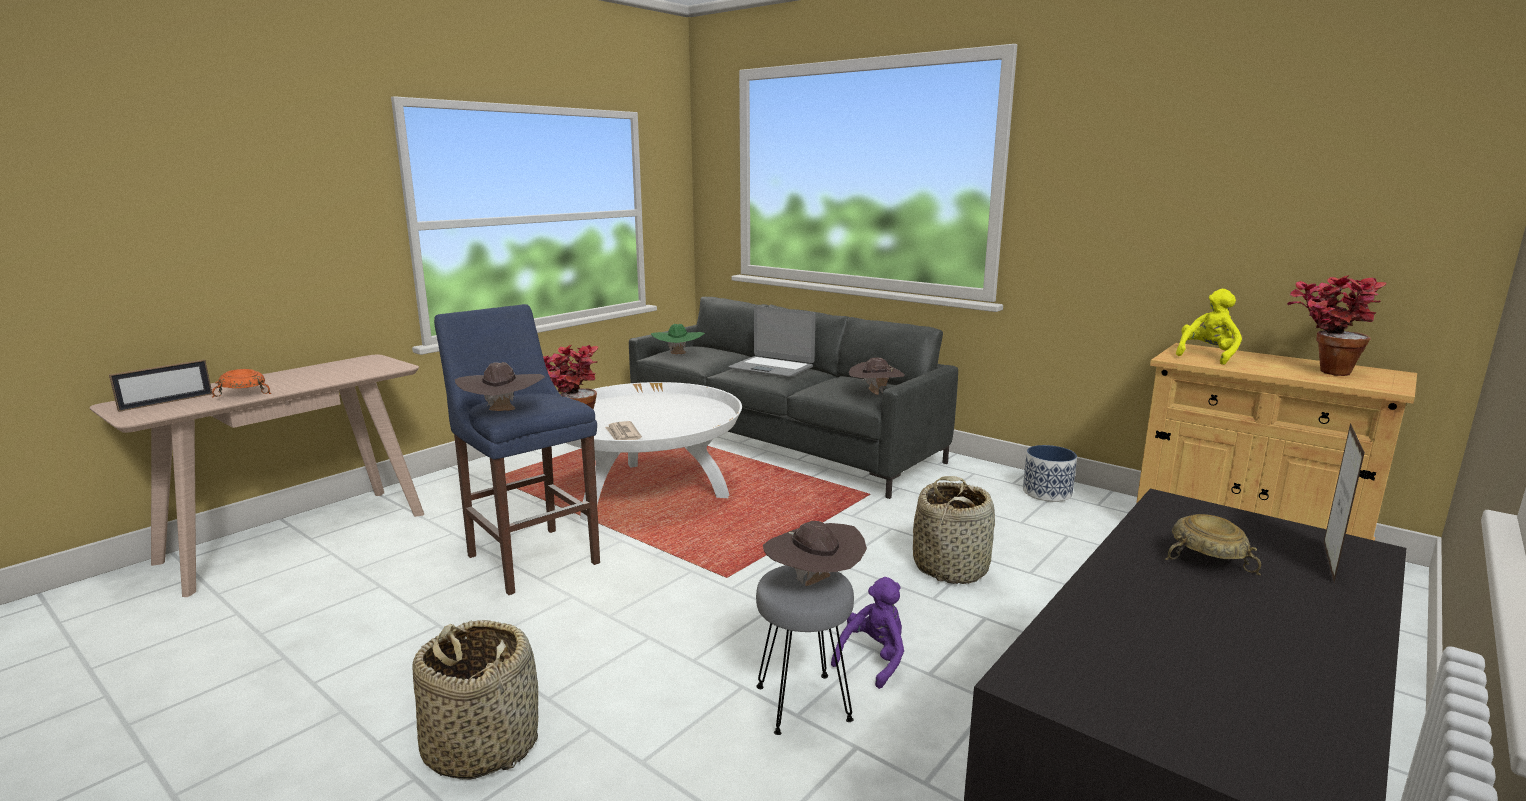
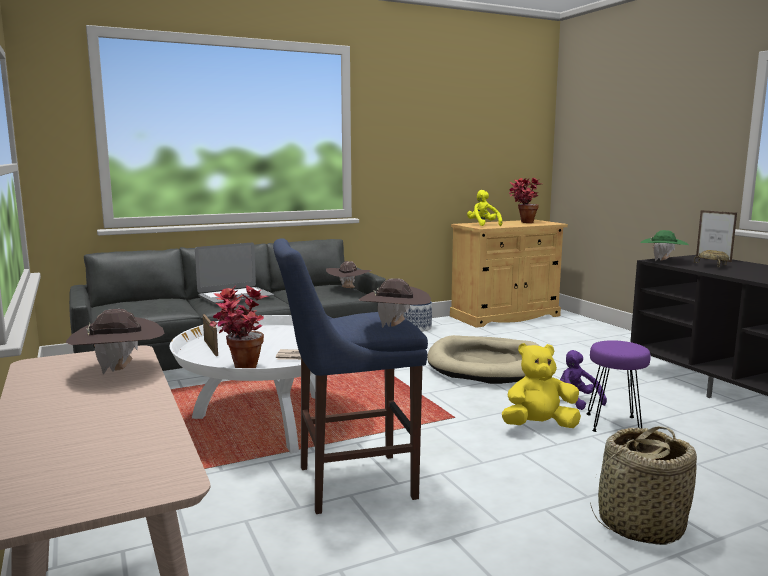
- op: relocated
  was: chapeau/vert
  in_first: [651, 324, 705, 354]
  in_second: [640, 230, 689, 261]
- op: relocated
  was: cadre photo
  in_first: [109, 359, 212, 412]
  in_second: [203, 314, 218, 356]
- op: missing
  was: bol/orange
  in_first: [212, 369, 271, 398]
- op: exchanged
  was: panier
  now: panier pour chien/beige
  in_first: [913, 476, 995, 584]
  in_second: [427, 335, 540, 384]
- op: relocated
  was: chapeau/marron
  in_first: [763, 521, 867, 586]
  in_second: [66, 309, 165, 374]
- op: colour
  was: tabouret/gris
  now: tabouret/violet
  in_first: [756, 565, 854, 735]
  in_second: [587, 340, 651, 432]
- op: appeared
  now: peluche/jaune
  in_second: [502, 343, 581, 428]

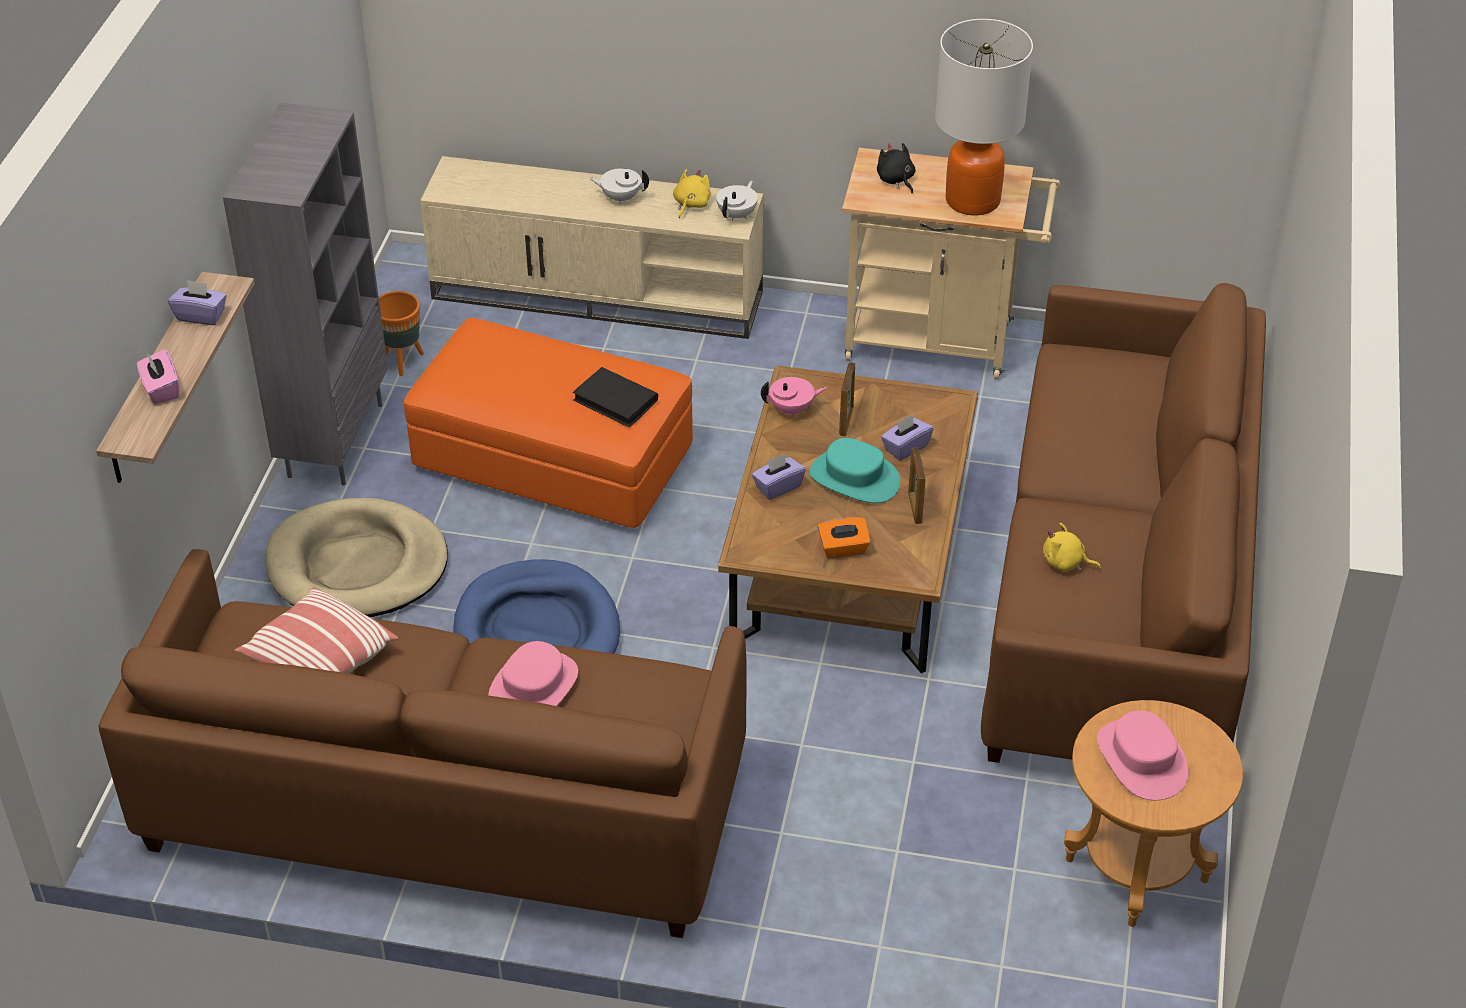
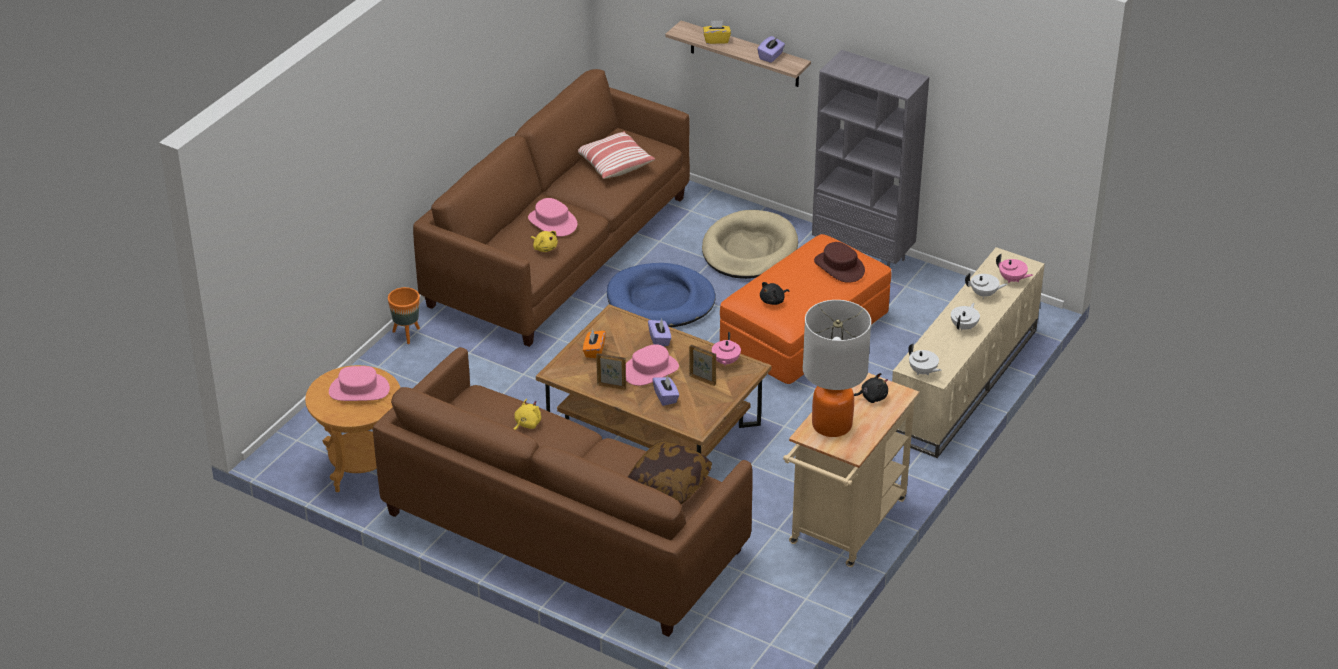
- op: relocated
  was: peluche/jaune
  in_first: [673, 169, 711, 218]
  in_second: [530, 231, 558, 252]
- op: relocated
  was: cache-pot/orange
  in_first: [379, 291, 424, 376]
  in_second: [388, 287, 420, 344]
- op: colour
  was: boîte à mouchoirs/rose
  now: boîte à mouchoirs/jaune
  in_first: [137, 349, 179, 404]
  in_second: [703, 21, 731, 44]
- op: exchanged
  was: livre/noir
  now: peluche/noir
  in_first: [573, 367, 658, 427]
  in_second: [760, 282, 789, 305]
- op: colour
  was: chapeau/turquoise
  now: chapeau/rose
  in_first: [810, 438, 900, 503]
  in_second: [626, 344, 679, 386]
- op: appeared
  now: chapeau/marron
  in_second: [814, 242, 865, 283]
- op: appeared
  now: théière/rose
  in_second: [996, 254, 1033, 283]
- op: appeared
  now: théière/blanc
  in_second: [965, 272, 1008, 299]
- op: appeared
  now: coussin
  in_second: [628, 442, 712, 504]

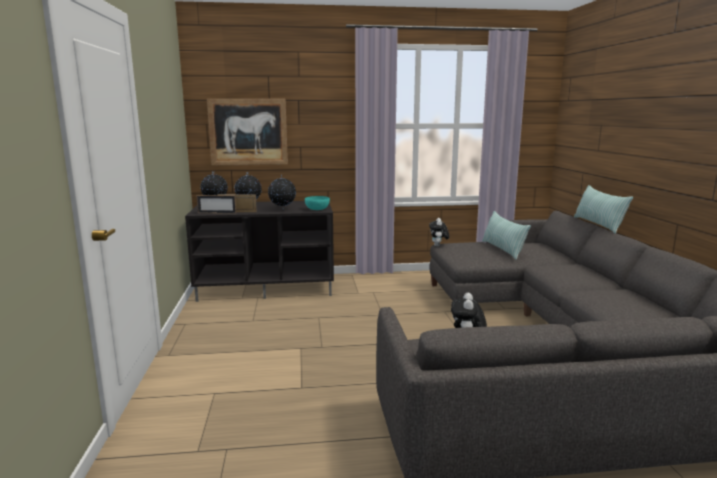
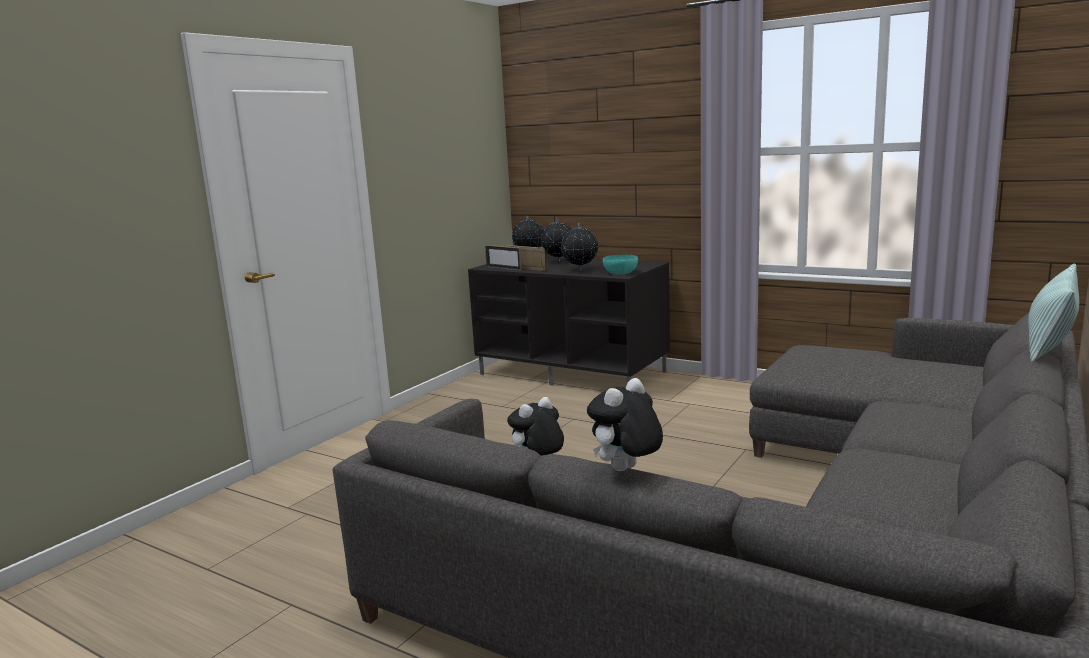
- op: missing
  was: tableau
  in_first: [207, 99, 288, 165]
- op: missing
  was: coussin
  in_first: [482, 211, 531, 260]
- op: relocated
  was: peluche
  in_first: [429, 218, 449, 247]
  in_second: [587, 378, 663, 471]

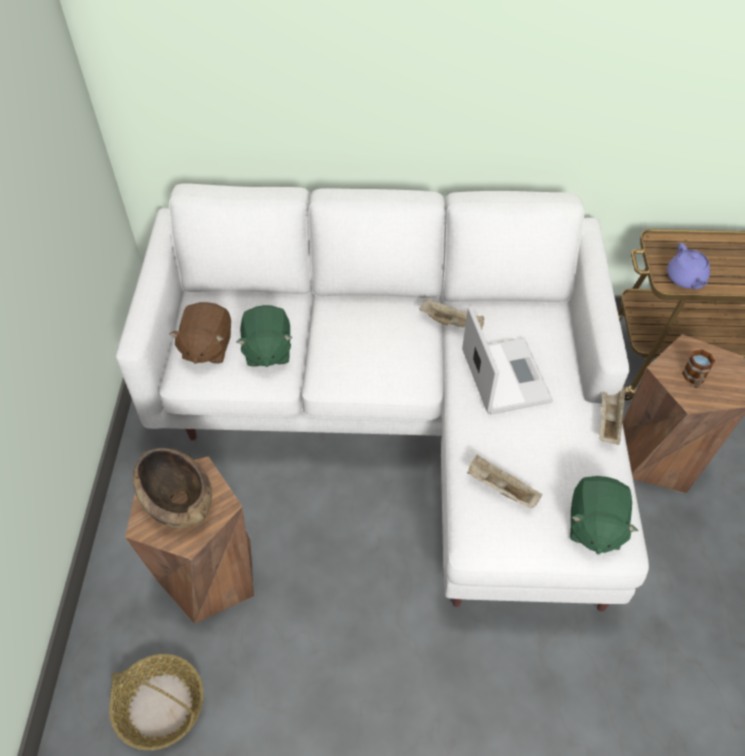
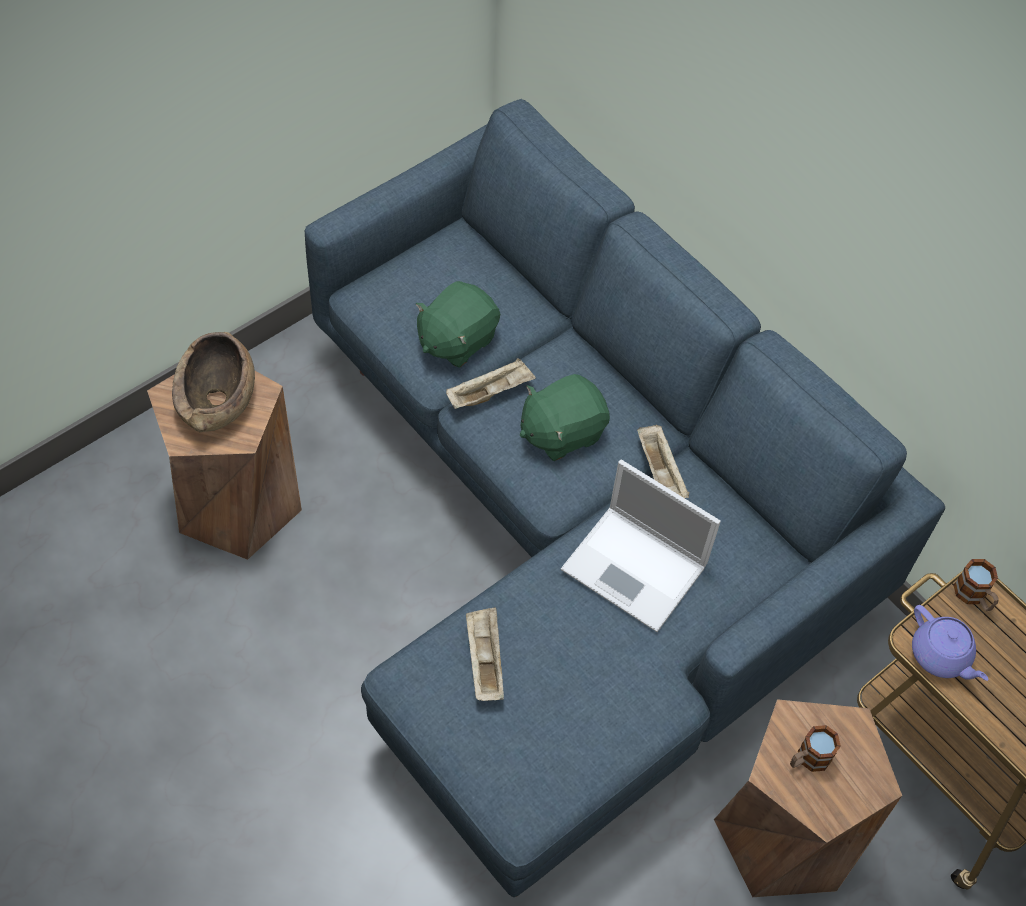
- op: colour
  was: canapé/blanc
  now: canapé/bleu
  in_first: [115, 183, 649, 612]
  in_second: [305, 99, 945, 897]
- op: spun
  was: théière/violet
  in_first: [667, 243, 710, 289]
  in_second: [912, 605, 988, 681]
  clockwise: -75
- op: missing
  was: peluche/marron
  in_first: [170, 302, 231, 364]
- op: spun
  was: ordinateur portable
  in_first: [462, 306, 553, 414]
  in_second: [561, 460, 721, 632]
  clockwise: 90
- op: relocated
  was: plateau/beige
  in_first: [599, 387, 626, 445]
  in_second: [446, 358, 536, 409]
- op: relocated
  was: peluche/vert
  in_first: [570, 476, 638, 554]
  in_second: [520, 374, 610, 461]
- op: missing
  was: panier
  in_first: [109, 654, 203, 750]
- op: appeared
  now: mug
  in_second: [954, 559, 999, 611]

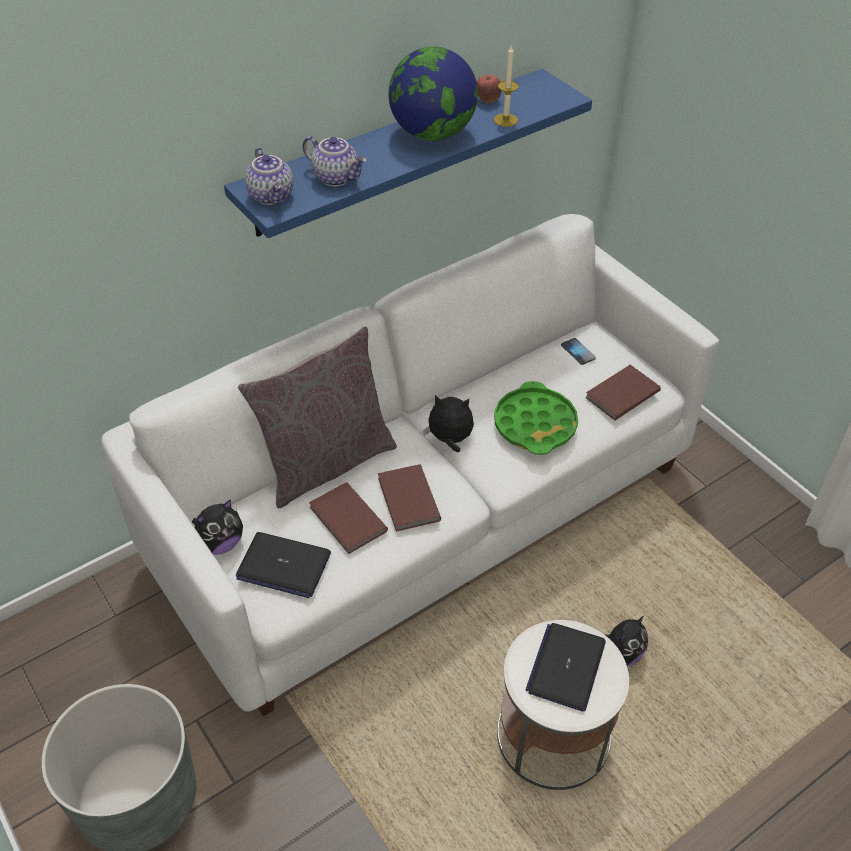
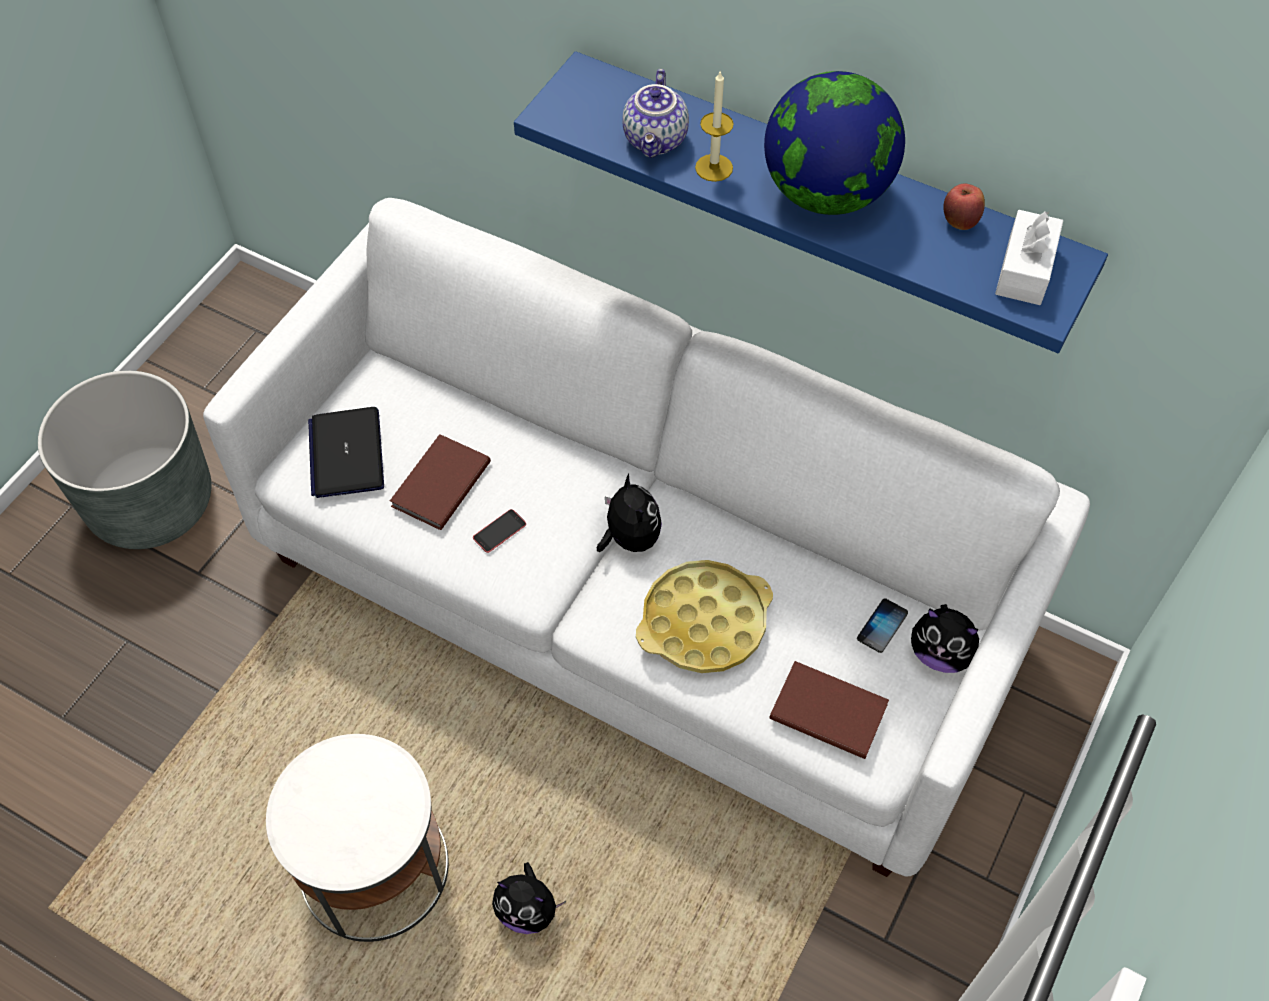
- op: relocated
  was: bougie
  in_first: [494, 46, 519, 127]
  in_second: [695, 72, 734, 182]
- op: missing
  was: théière
  in_first: [245, 147, 294, 205]
- op: missing
  was: coussin/gris
  in_first: [238, 326, 397, 508]
- op: colour
  was: plateau/vert
  now: plateau/jaune
  in_first: [494, 381, 578, 455]
  in_second: [636, 560, 773, 673]
- op: exchanged
  was: livre/marron
  now: téléphone
  in_first: [378, 464, 441, 532]
  in_second: [473, 509, 526, 553]
- op: relocated
  was: peluche
  in_first: [192, 499, 243, 555]
  in_second: [911, 604, 979, 673]
- op: missing
  was: ordinateur portable
  in_first: [526, 623, 606, 712]
- op: appeared
  now: boîte à mouchoirs/blanc
  in_second: [995, 210, 1063, 305]

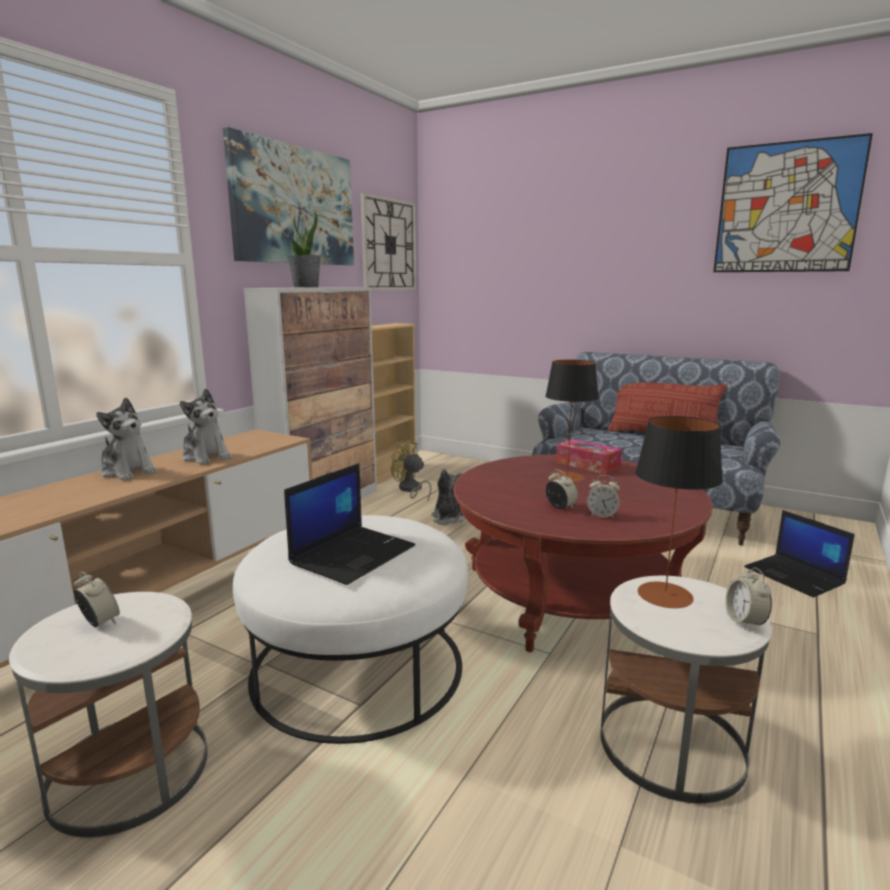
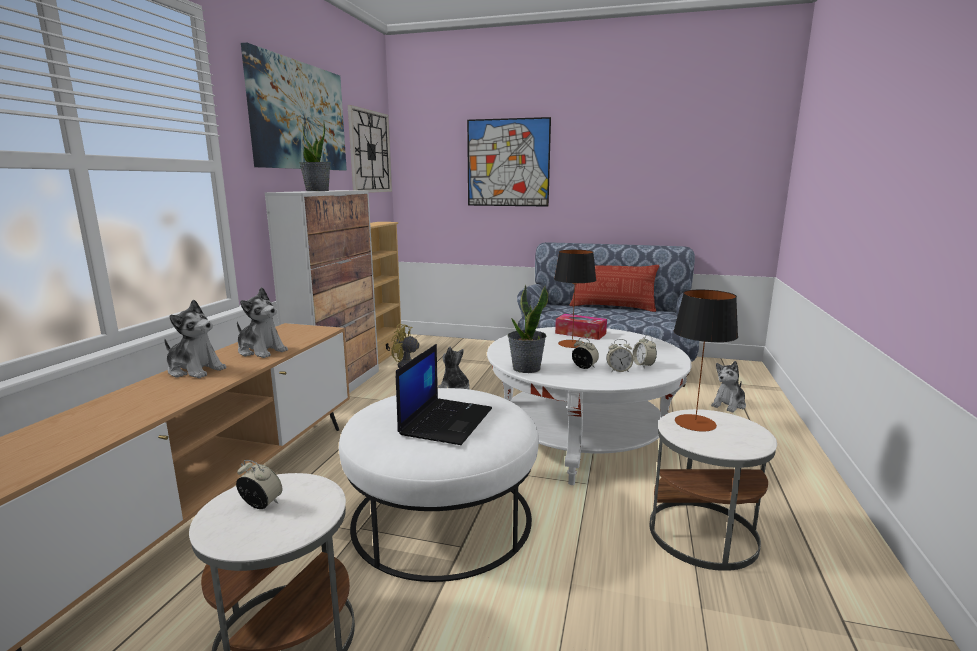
- op: relocated
  was: tableau
  in_first: [713, 133, 873, 272]
  in_second: [467, 117, 551, 207]
- op: colour
  was: table basse/rouge
  now: table basse/blanc
  in_first: [454, 455, 713, 652]
  in_second: [487, 327, 692, 485]
- op: exchanged
  was: ordinateur portable
  now: peluche
  in_first: [744, 510, 855, 597]
  in_second: [711, 361, 746, 413]
- op: relocated
  was: réveil
  in_first: [725, 567, 772, 630]
  in_second: [633, 335, 657, 368]
- op: appeared
  now: plante en pot
  in_second: [508, 285, 548, 373]

